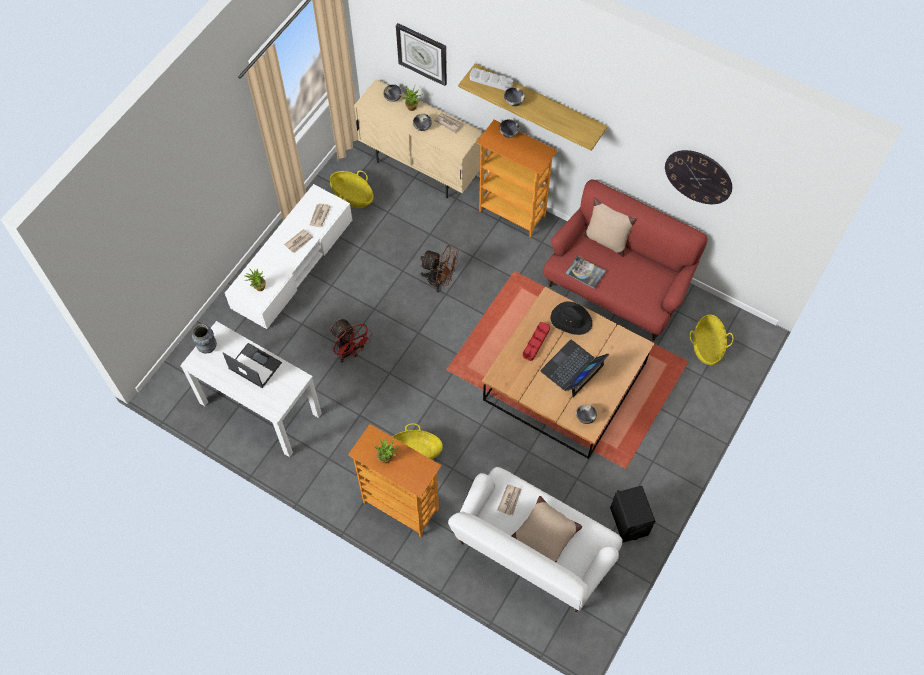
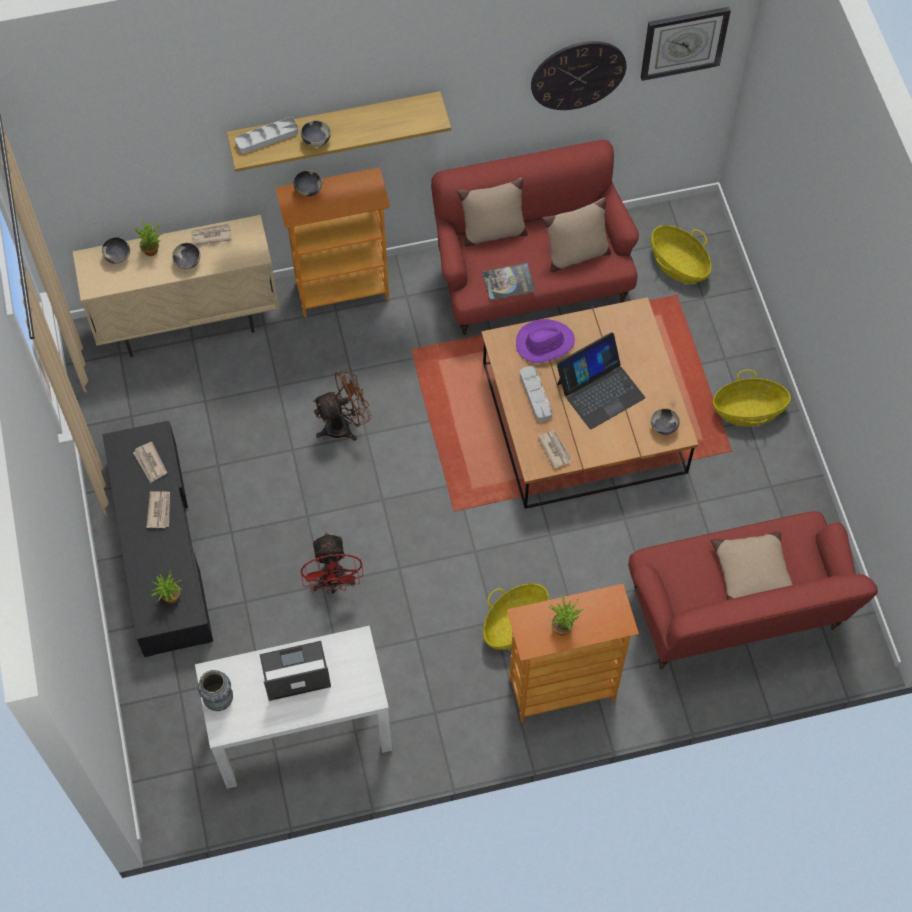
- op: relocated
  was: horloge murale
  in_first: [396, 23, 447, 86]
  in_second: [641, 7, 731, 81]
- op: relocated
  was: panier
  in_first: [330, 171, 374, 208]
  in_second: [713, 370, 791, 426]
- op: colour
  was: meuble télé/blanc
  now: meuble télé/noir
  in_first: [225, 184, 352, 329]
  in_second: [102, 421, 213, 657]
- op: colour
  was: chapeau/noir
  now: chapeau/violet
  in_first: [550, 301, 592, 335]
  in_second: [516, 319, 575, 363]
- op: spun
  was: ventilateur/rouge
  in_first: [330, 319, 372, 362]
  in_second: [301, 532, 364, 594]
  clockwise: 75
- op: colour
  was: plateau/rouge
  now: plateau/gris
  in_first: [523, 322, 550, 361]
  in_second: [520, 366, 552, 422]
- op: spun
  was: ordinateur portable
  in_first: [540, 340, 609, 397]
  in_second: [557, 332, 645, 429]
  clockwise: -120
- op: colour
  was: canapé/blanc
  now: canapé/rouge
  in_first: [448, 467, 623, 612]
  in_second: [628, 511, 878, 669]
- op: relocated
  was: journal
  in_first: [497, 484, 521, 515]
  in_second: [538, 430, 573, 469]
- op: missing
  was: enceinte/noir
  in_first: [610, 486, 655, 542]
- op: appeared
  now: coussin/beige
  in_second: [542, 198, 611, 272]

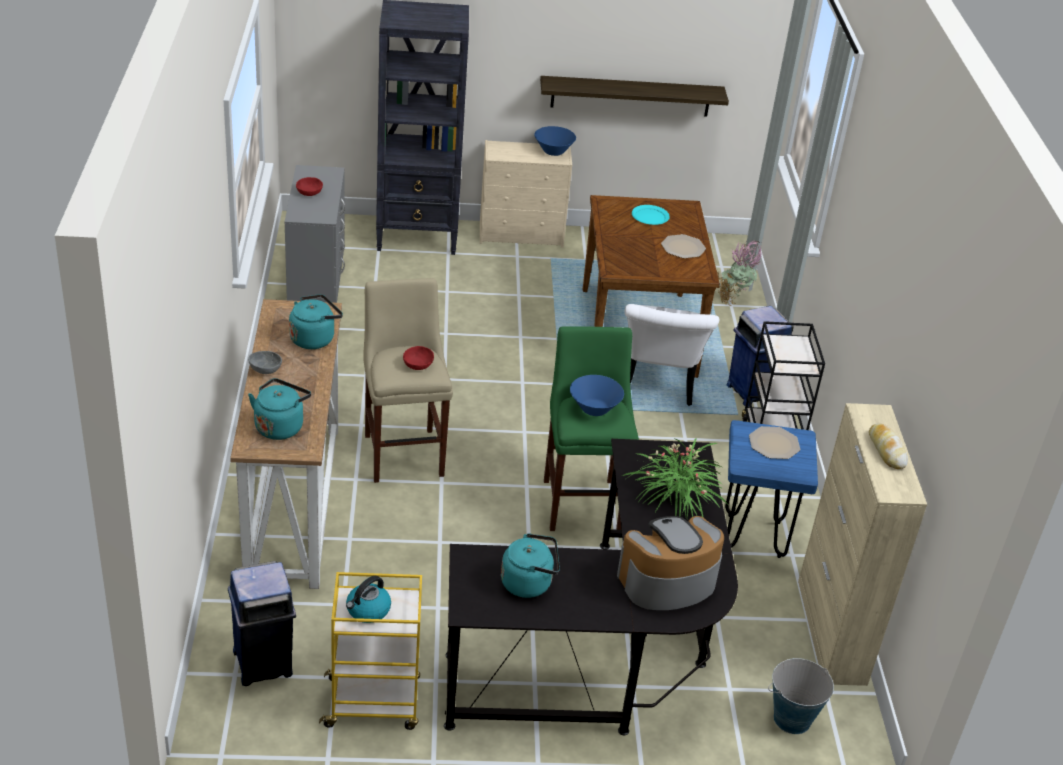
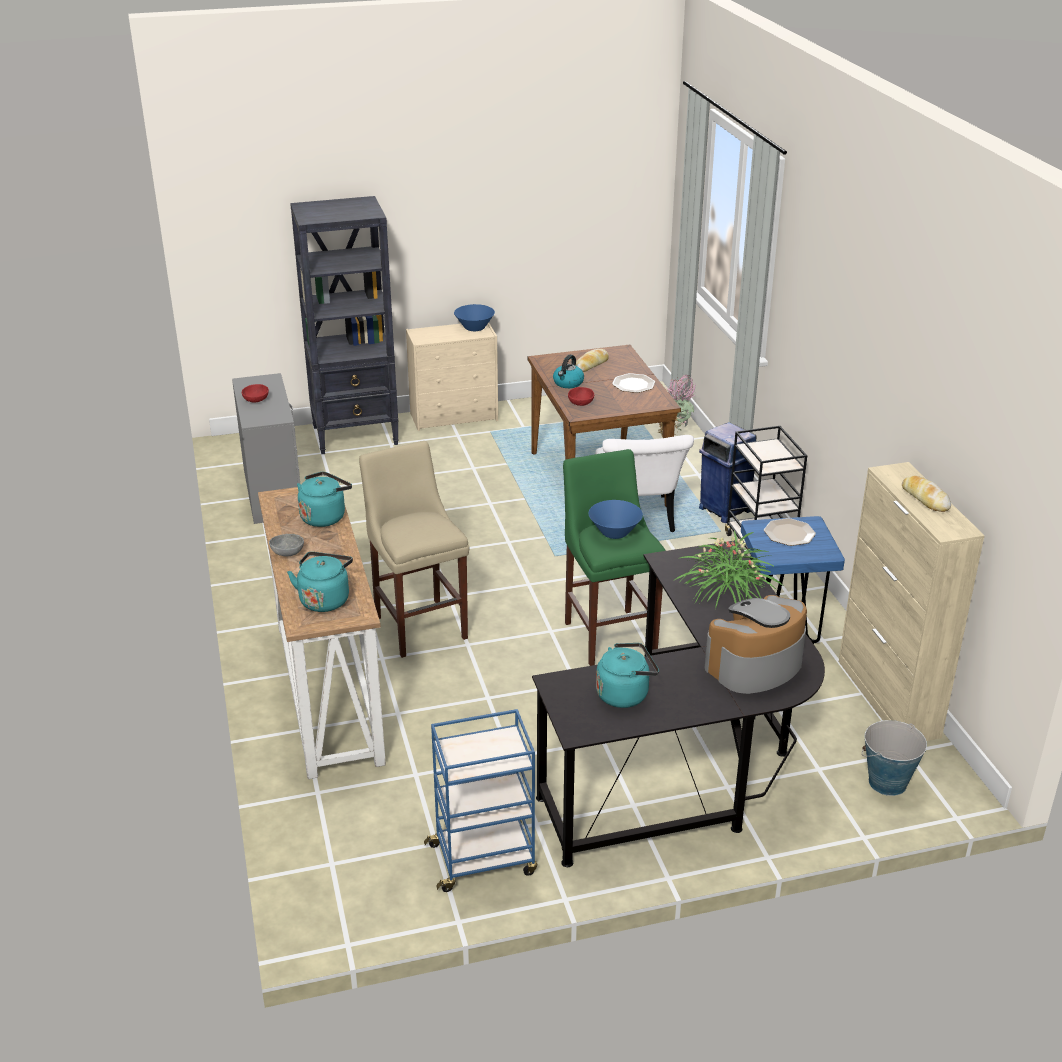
- op: missing
  was: étagère
  in_first: [540, 76, 729, 117]
- op: exchanged
  was: assiette/turquoise
  now: pain
  in_first: [632, 205, 670, 225]
  in_second: [576, 349, 609, 372]
- op: relocated
  was: bol/rouge
  in_first: [403, 346, 434, 370]
  in_second: [568, 387, 594, 406]
- op: missing
  was: poubelle/bleu
  in_first: [228, 561, 296, 686]
- op: colour
  was: chariot/jaune
  now: chariot/bleu
  in_first: [319, 572, 422, 730]
  in_second: [424, 709, 537, 892]
- op: relocated
  was: bouilloire
  in_first: [346, 576, 391, 623]
  in_second: [553, 355, 584, 388]

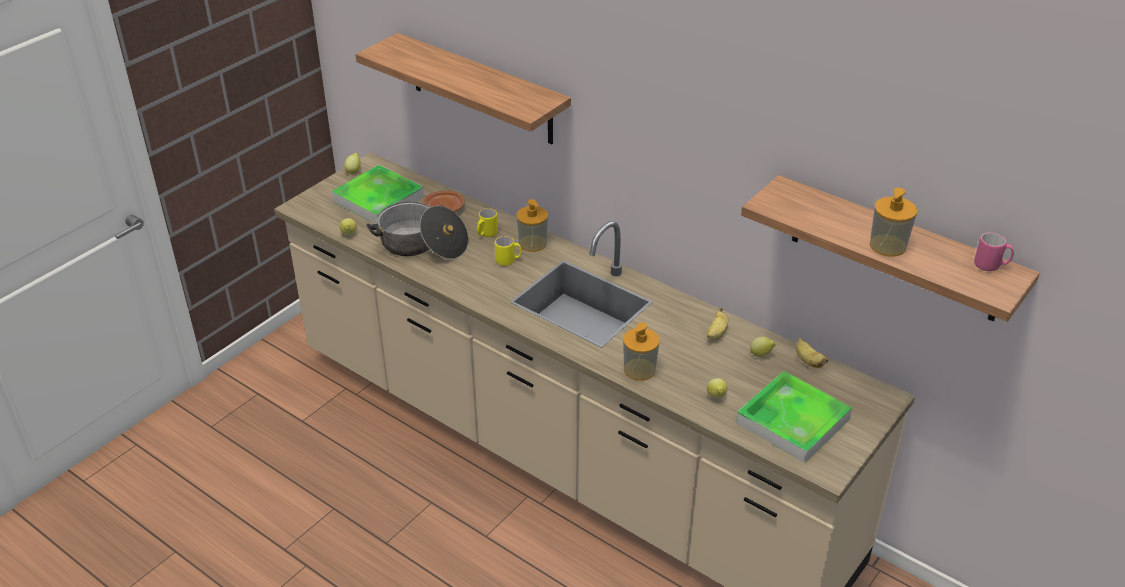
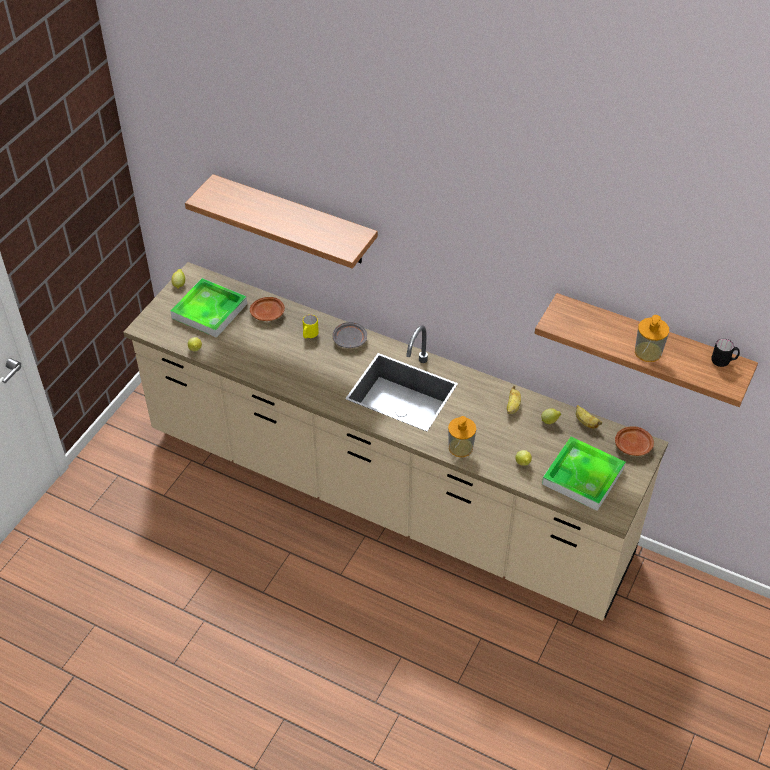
- op: exchanged
  was: distributeur de savon
  now: assiette/gris
  in_first: [516, 199, 548, 252]
  in_second: [333, 322, 367, 348]
- op: missing
  was: marmite
  in_first: [366, 201, 469, 259]
- op: colour
  was: mug/rose
  now: mug/noir
  in_first: [974, 232, 1014, 271]
  in_second: [711, 339, 740, 367]
- op: missing
  was: mug/jaune
  in_first: [495, 236, 522, 266]
- op: appeared
  now: assiette/marron
  in_second: [615, 426, 654, 456]

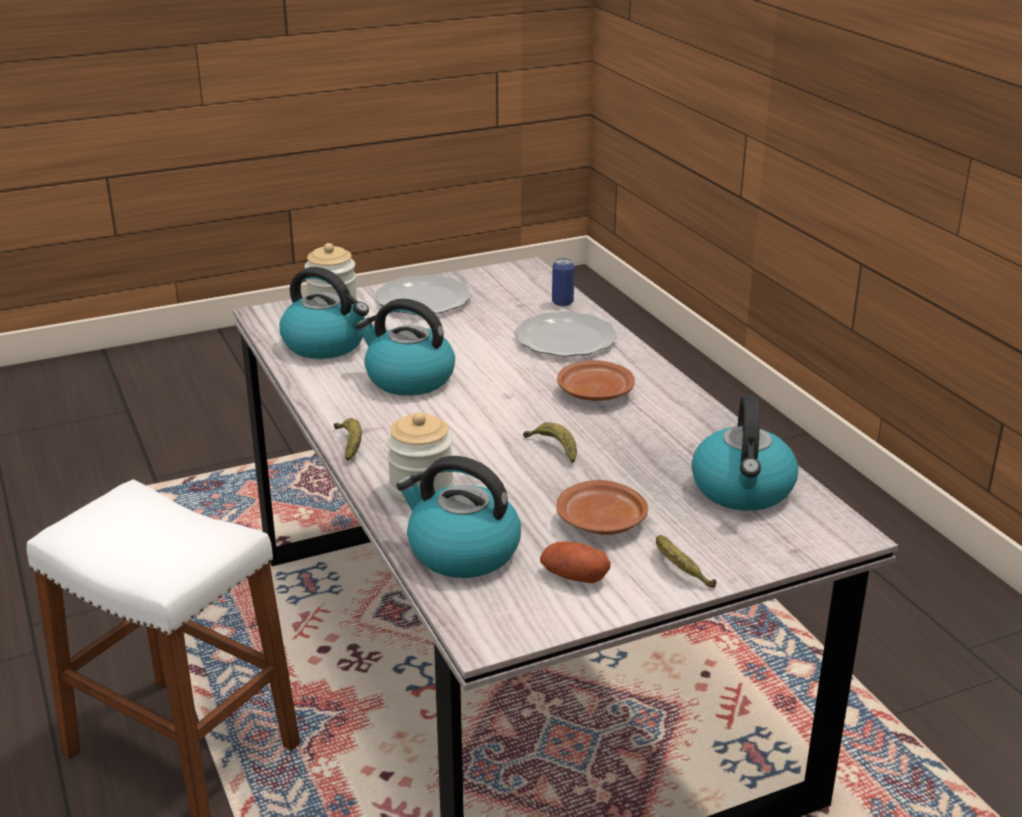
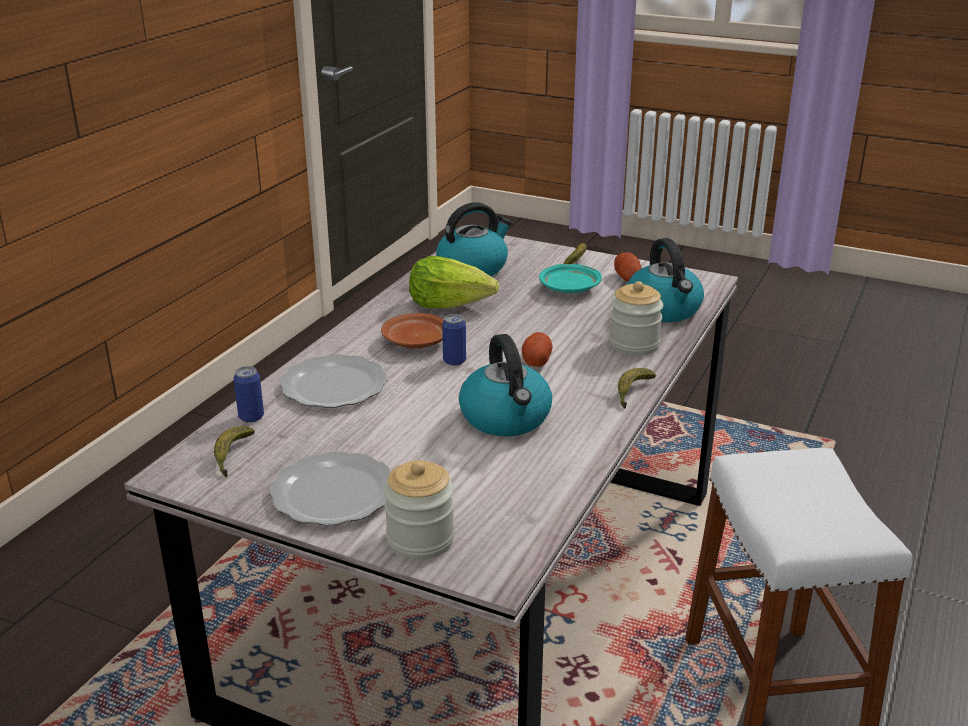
- op: missing
  was: bouilloire
  in_first: [280, 267, 369, 359]
- op: relocated
  was: banane
  in_first: [523, 422, 577, 463]
  in_second: [214, 426, 255, 477]
- op: colour
  was: assiette/marron
  now: assiette/turquoise
  in_first: [556, 480, 648, 535]
  in_second: [539, 264, 602, 293]
- op: appeared
  now: laitue
  in_second: [409, 256, 499, 308]
- op: appeared
  now: boîte métallique
  in_second: [442, 314, 466, 366]
- op: appeared
  now: pomme de terre
  in_second: [522, 332, 553, 367]

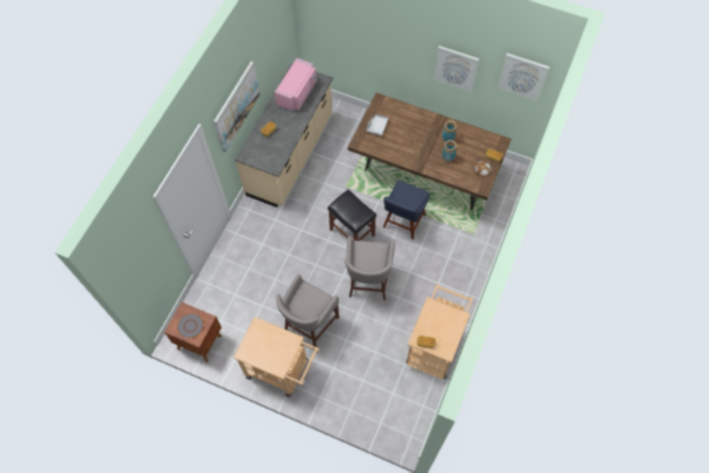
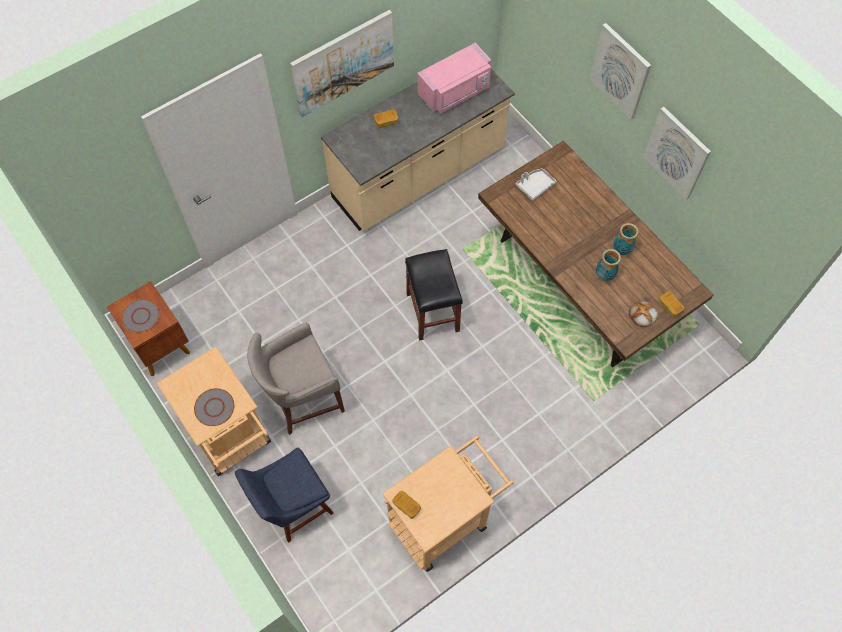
- op: relocated
  was: tableau
  in_first: [497, 53, 550, 101]
  in_second: [590, 23, 651, 119]
- op: relocated
  was: chaise/bleu
  in_first: [383, 180, 430, 240]
  in_second: [235, 448, 334, 543]
- op: missing
  was: tabouret/gris
  in_first: [344, 236, 395, 300]
- op: appeared
  now: assiette/gris
  in_second: [194, 388, 234, 426]

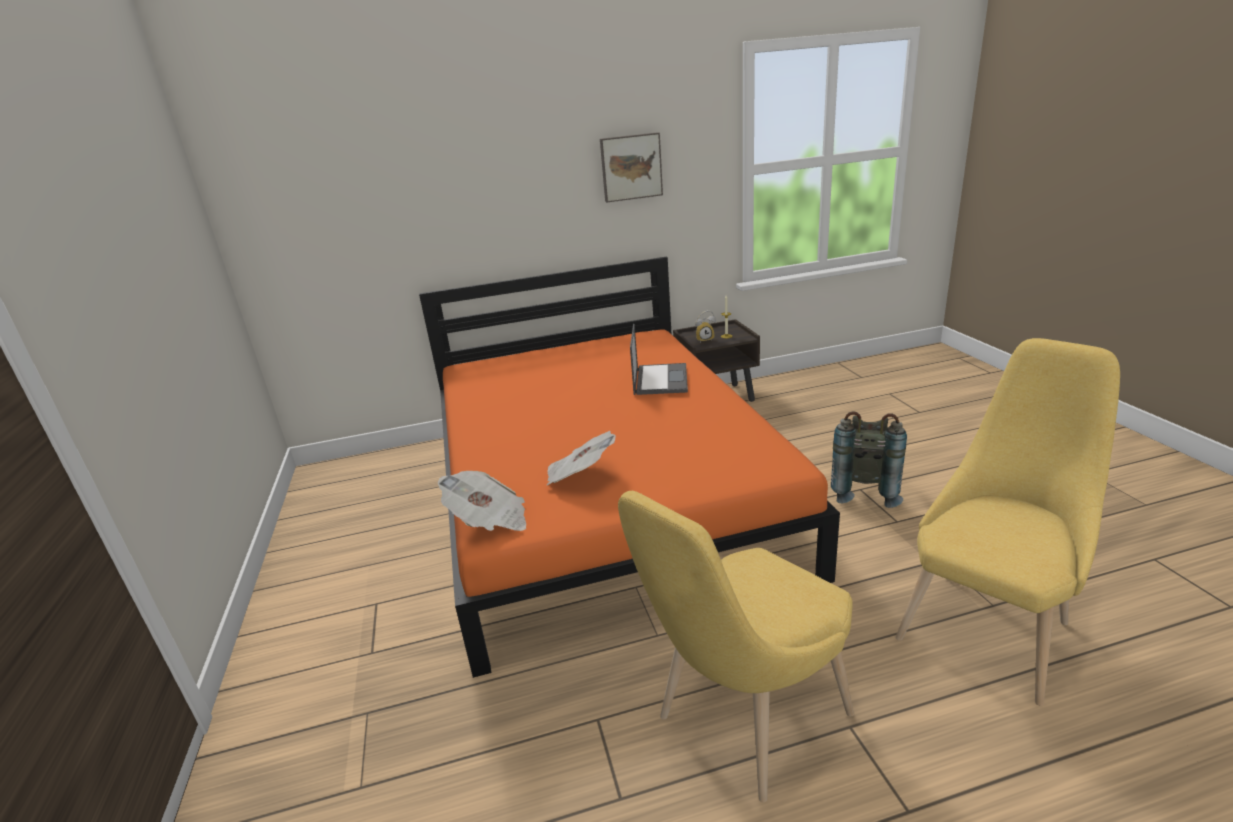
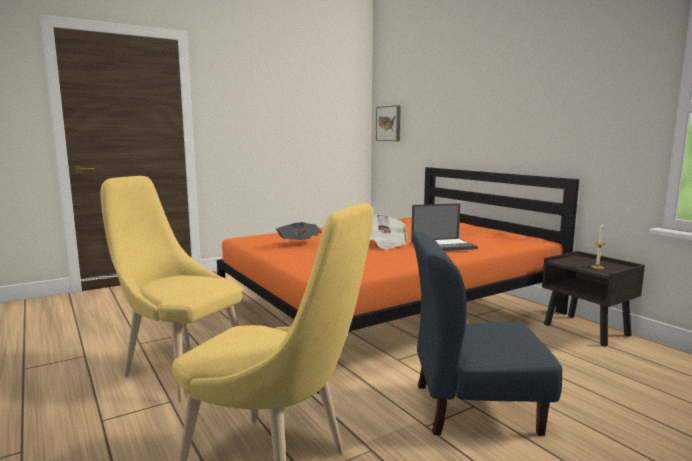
- op: relocated
  was: tableau
  in_first: [600, 132, 663, 202]
  in_second: [376, 105, 401, 141]
- op: missing
  was: réveil
  in_first: [695, 310, 716, 343]
- op: exchanged
  was: sac à dos/gris
  now: chaise/bleu
  in_first: [831, 411, 907, 508]
  in_second: [412, 232, 562, 436]
- op: relocated
  was: journal
  in_first: [438, 471, 526, 531]
  in_second: [370, 214, 407, 250]

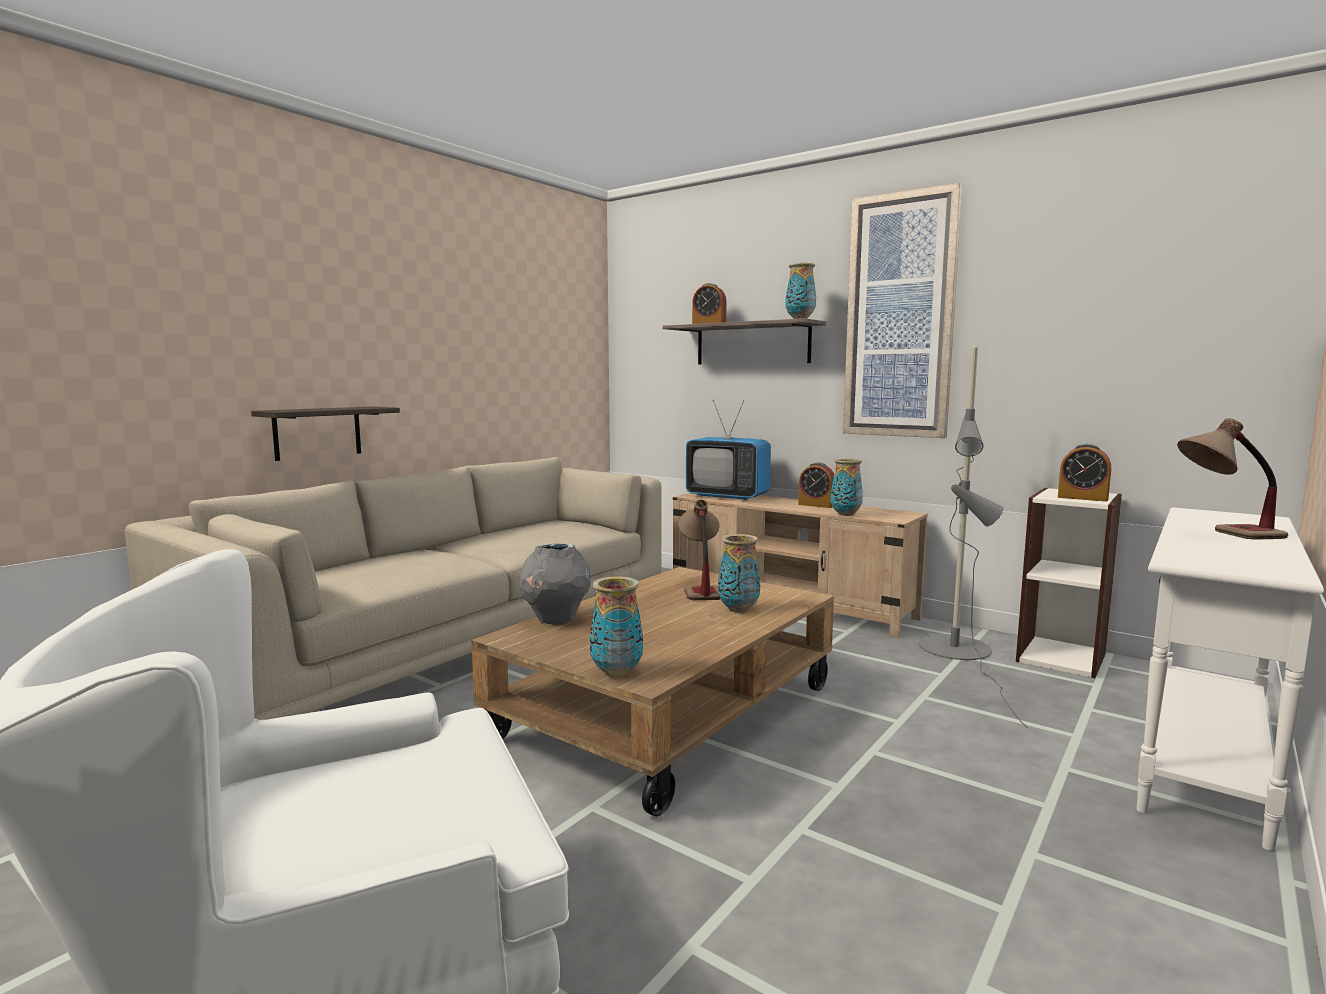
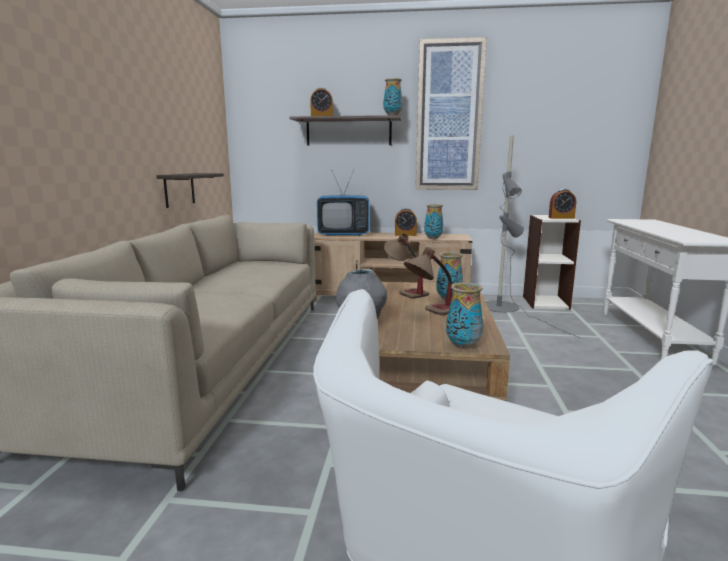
- op: relocated
  was: étagère
  in_first: [251, 407, 400, 461]
  in_second: [156, 173, 224, 208]
- op: relocated
  was: lampe de table
  in_first: [1177, 418, 1288, 540]
  in_second: [404, 247, 452, 315]

